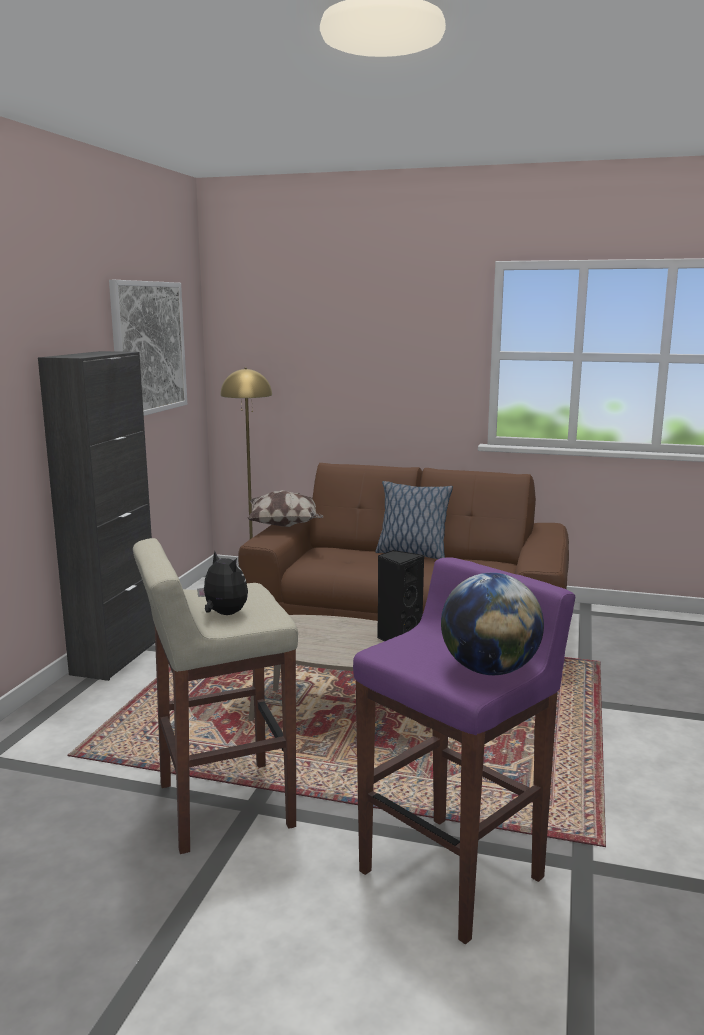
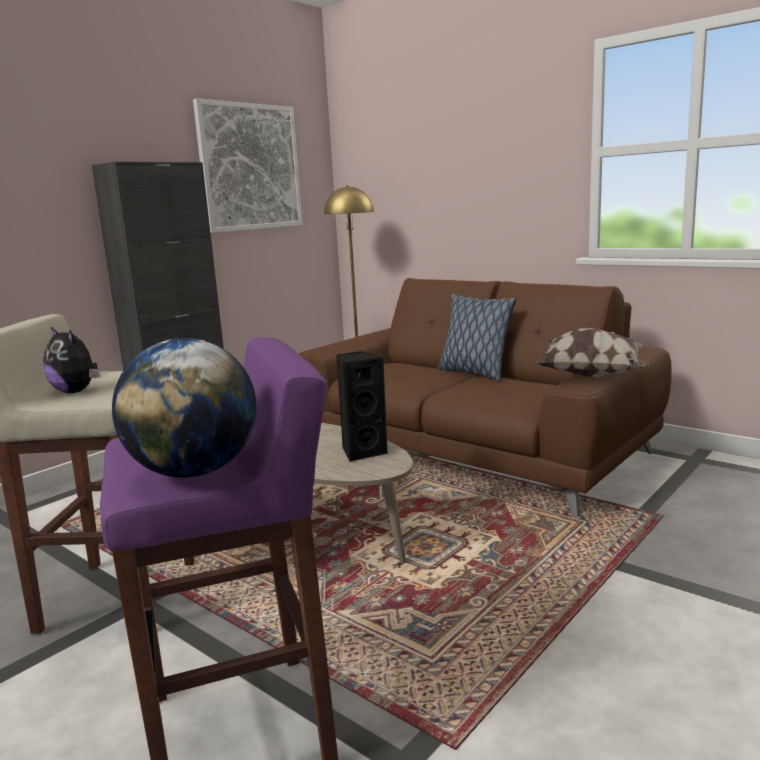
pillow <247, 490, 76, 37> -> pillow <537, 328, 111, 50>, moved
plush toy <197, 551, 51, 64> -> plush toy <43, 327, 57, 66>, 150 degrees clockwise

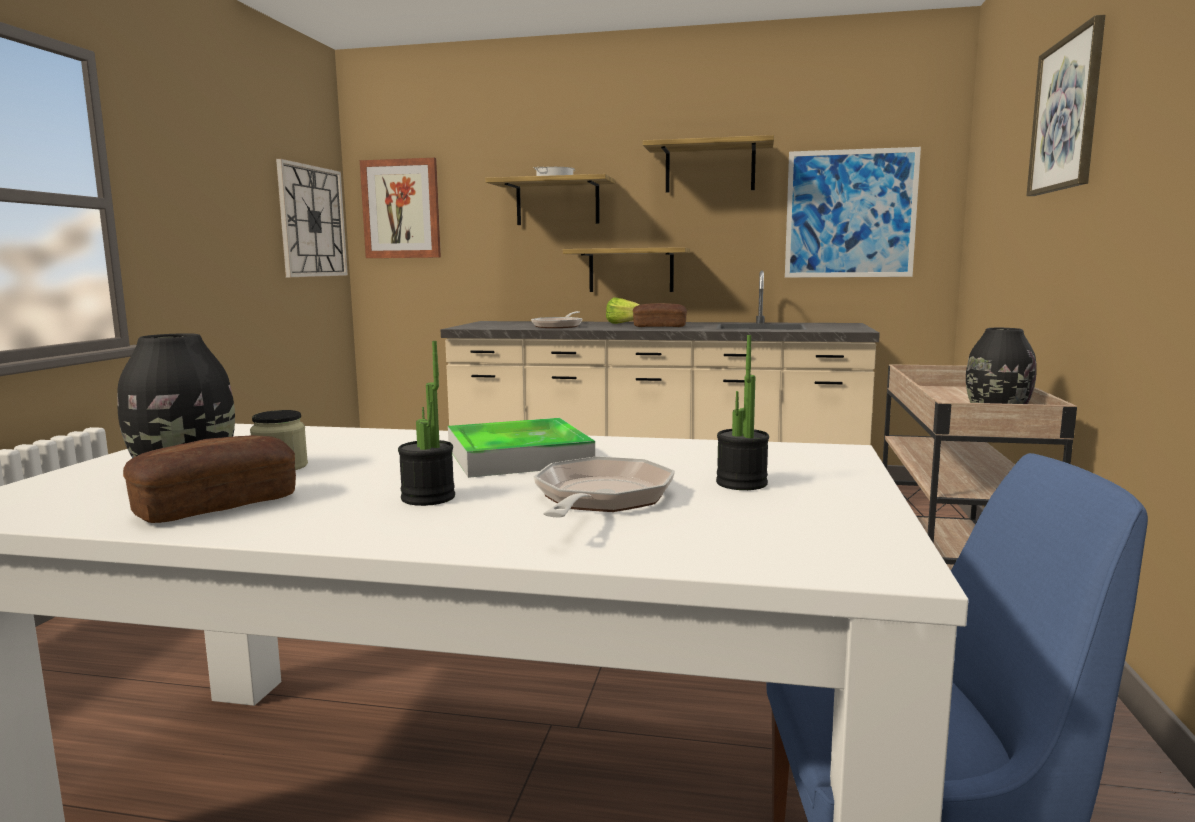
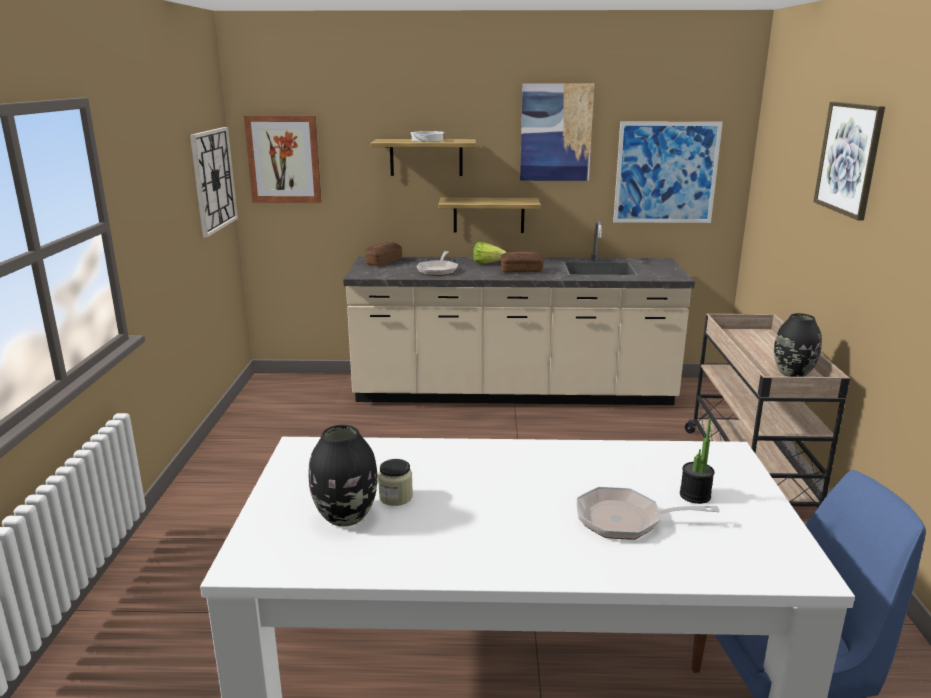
potted plant <398, 341, 57, 165> -> none
tray <448, 418, 147, 60> -> none
bread <123, 435, 173, 88> -> bread <365, 242, 37, 24>, moved
shelf <643, 135, 131, 58> -> picture <520, 83, 74, 98>
frying pan <534, 457, 141, 61> -> frying pan <577, 487, 143, 53>, 90 degrees counterclockwise

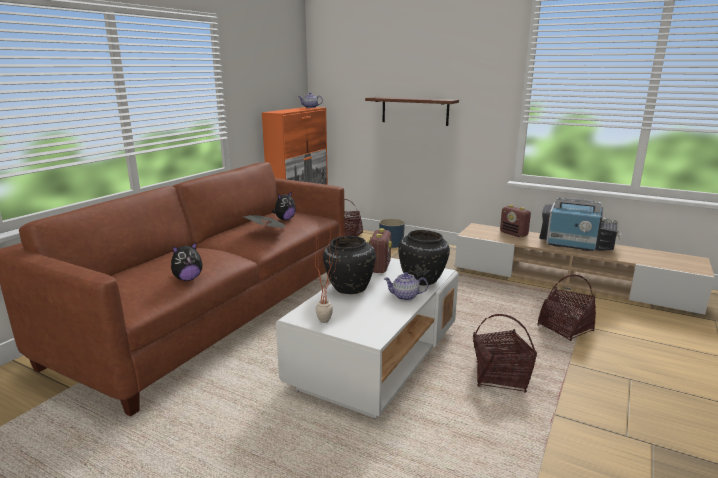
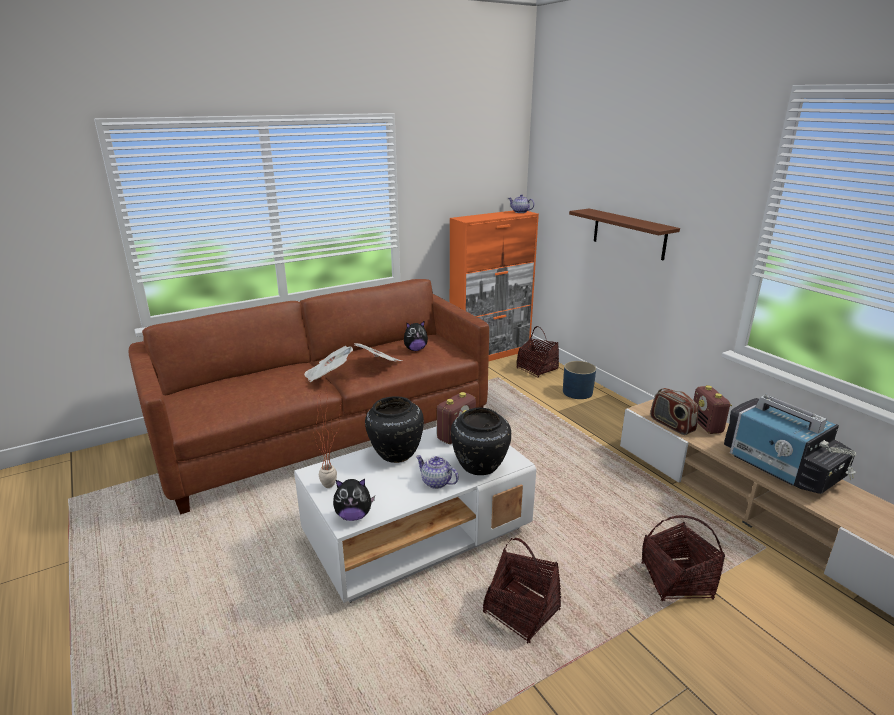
none -> newspaper <304, 346, 49, 36>
none -> radio <650, 388, 49, 47>
plush toy <171, 242, 32, 39> -> plush toy <333, 479, 42, 42>, moved

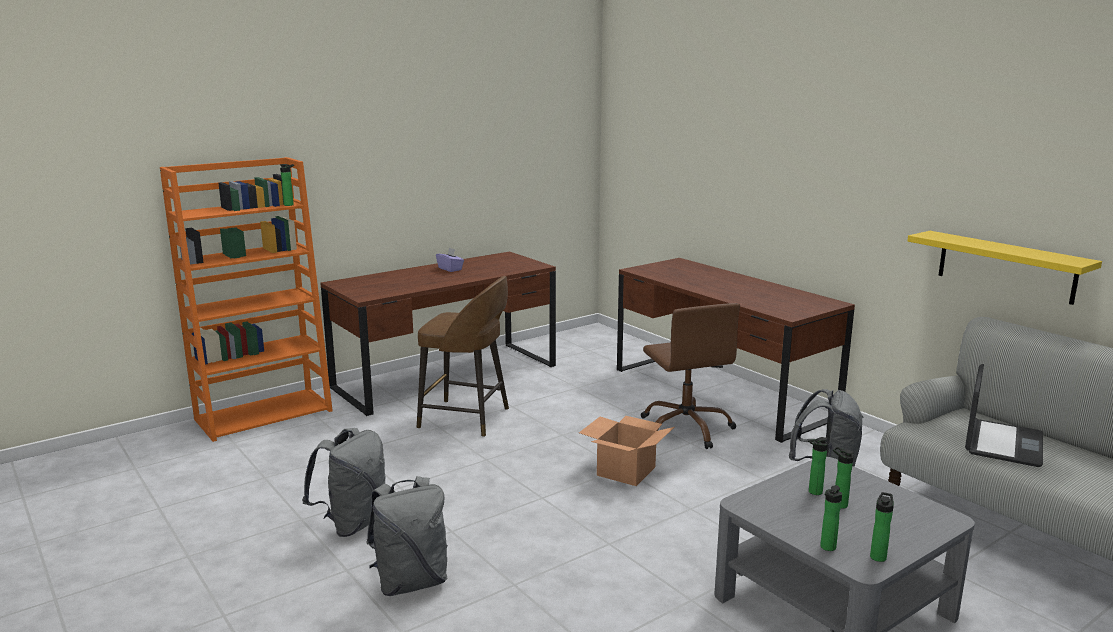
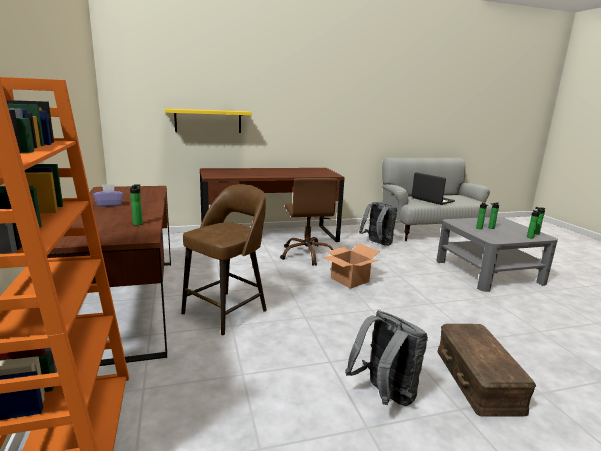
bottle <280, 164, 14, 42> -> bottle <130, 184, 13, 41>, moved
yellow shelf <907, 231, 195, 74> -> yellow shelf <165, 109, 87, 24>, moved
grey backpack <366, 476, 81, 120> -> brown storage box <438, 324, 98, 93>
brown office chair <640, 303, 100, 146> -> brown office chair <280, 178, 57, 88>, 75 degrees clockwise

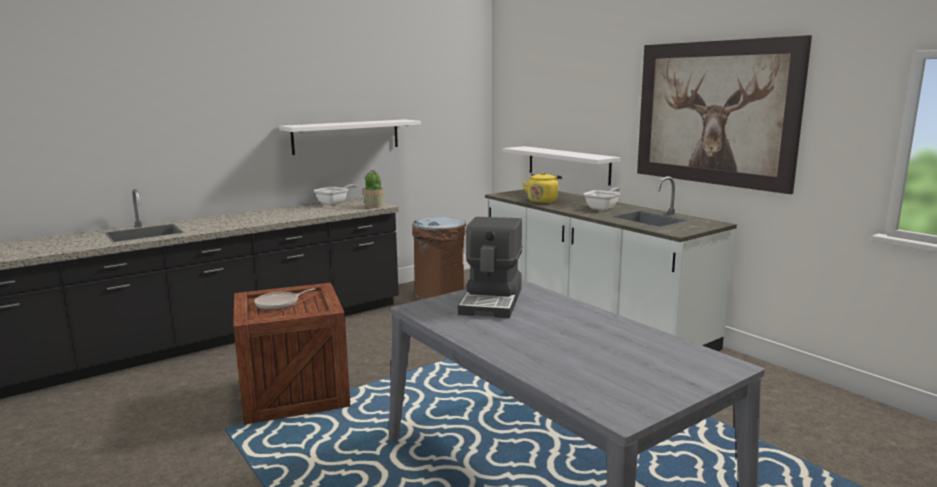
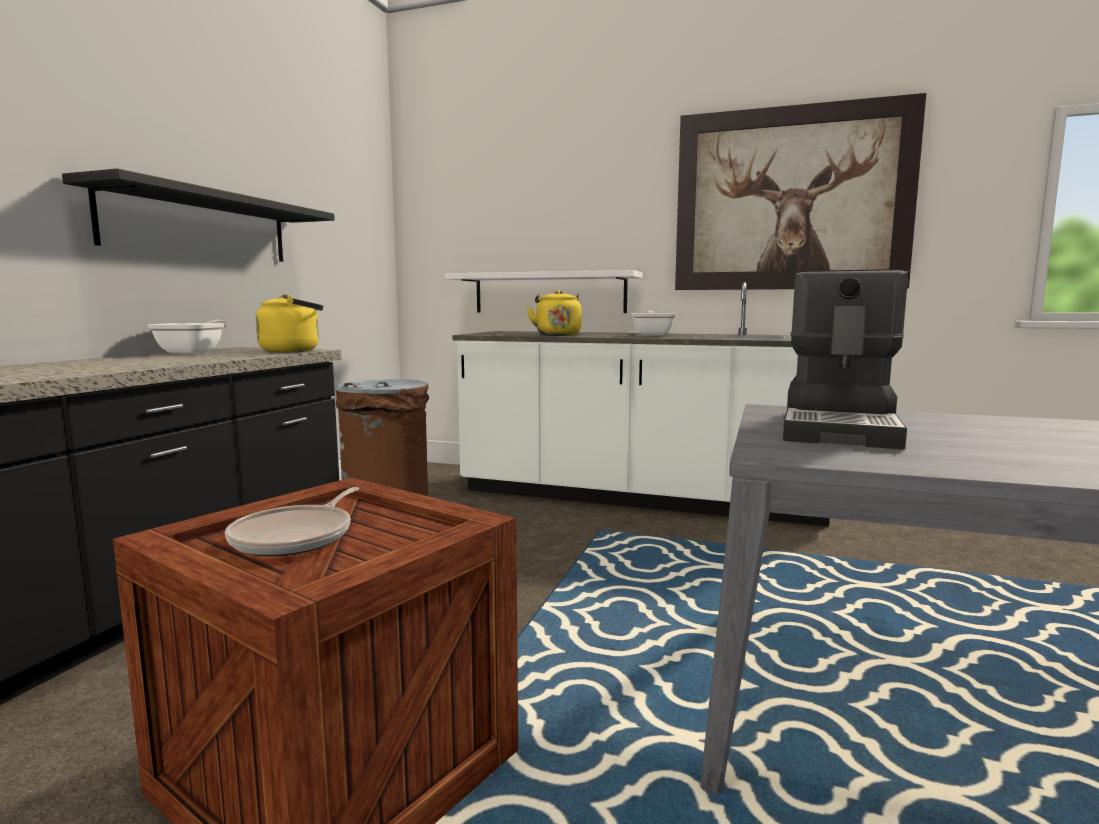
potted plant <362, 170, 23, 38> -> yellow kettle <256, 294, 67, 58>
white shelf <279, 120, 142, 35> -> black shelf <62, 168, 273, 94>
coffee machine <458, 217, 64, 101> -> coffee machine <783, 270, 125, 180>, 45 degrees clockwise

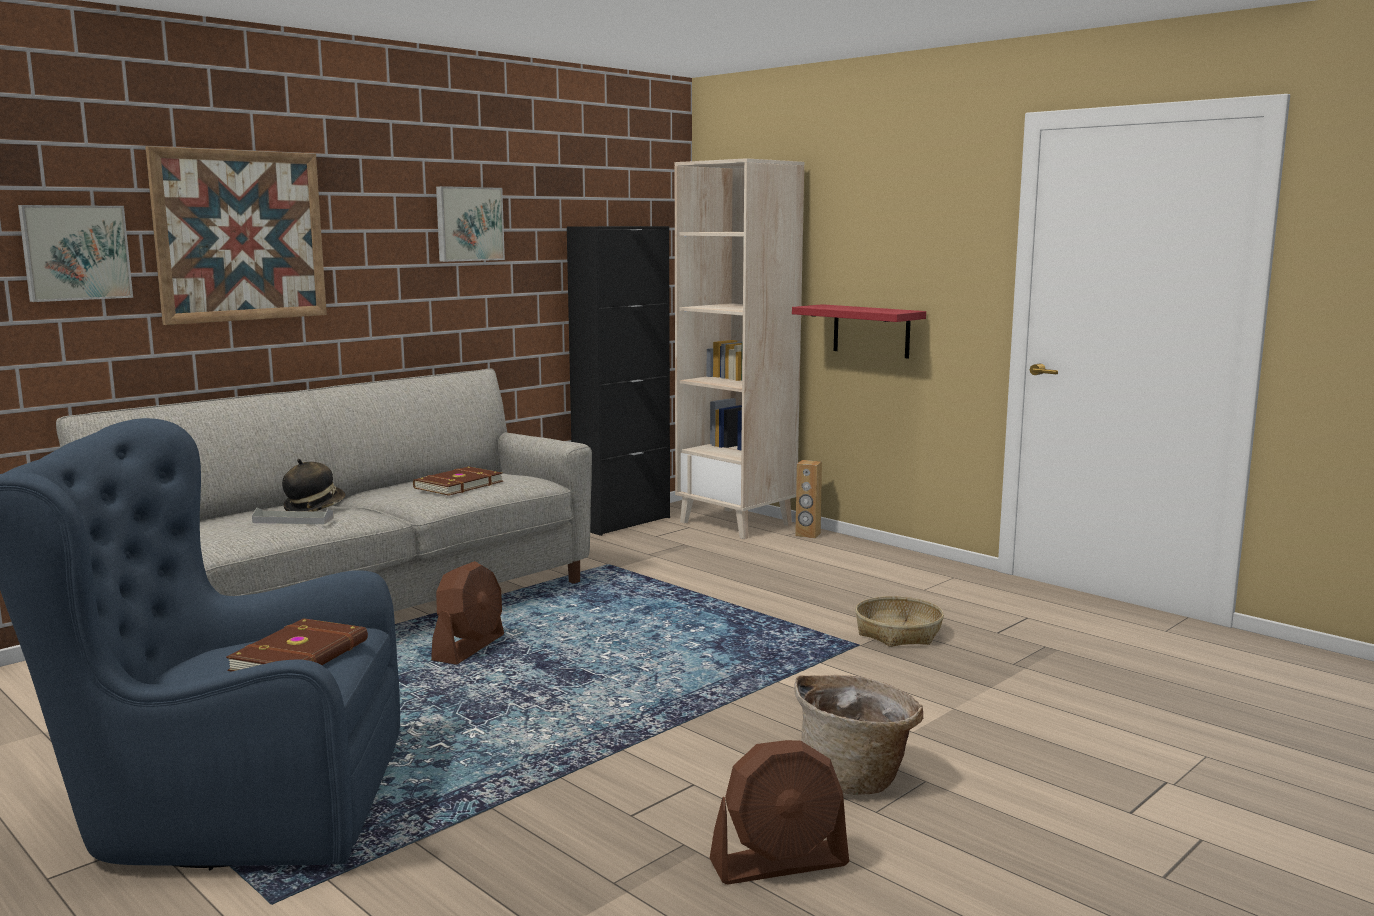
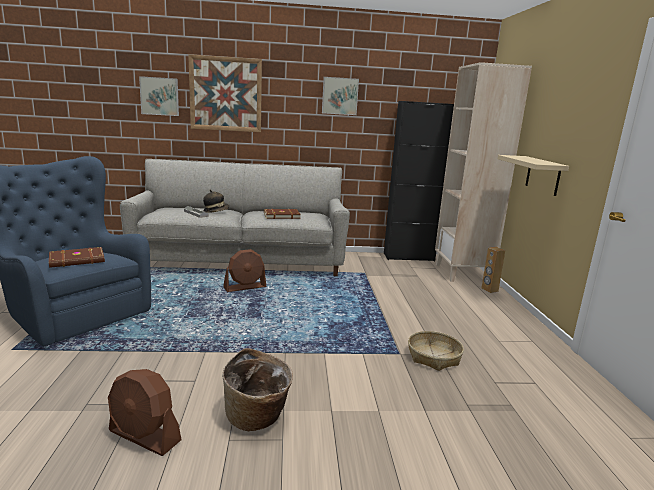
red shelf <792, 304, 134, 54> -> beige shelf <498, 155, 71, 41>

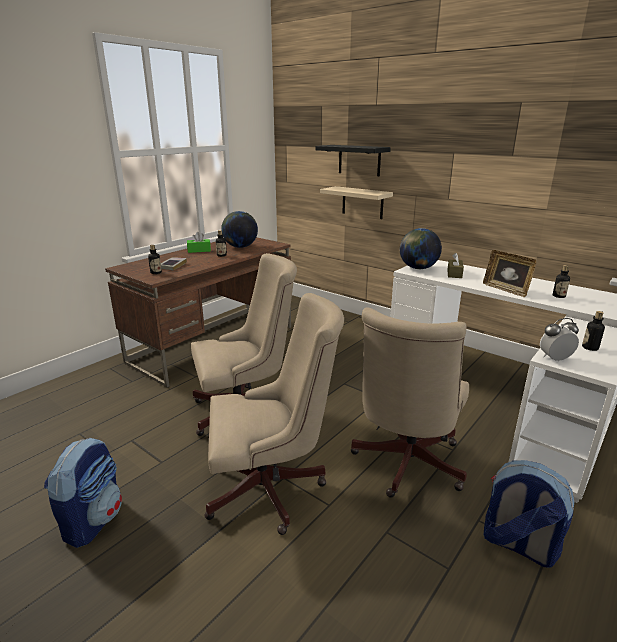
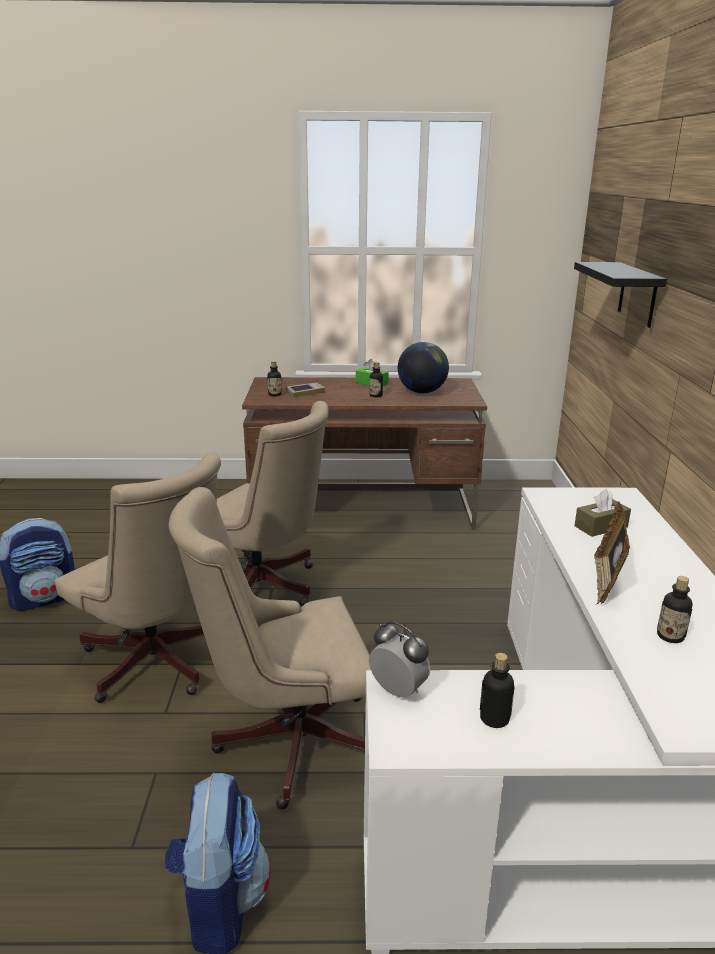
beige shelf <320, 186, 73, 33> -> none
globe <400, 228, 42, 41> -> none

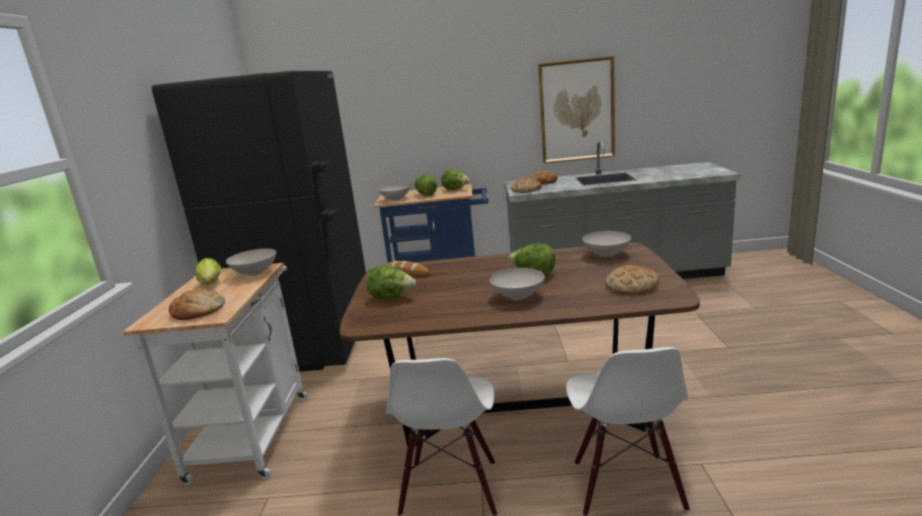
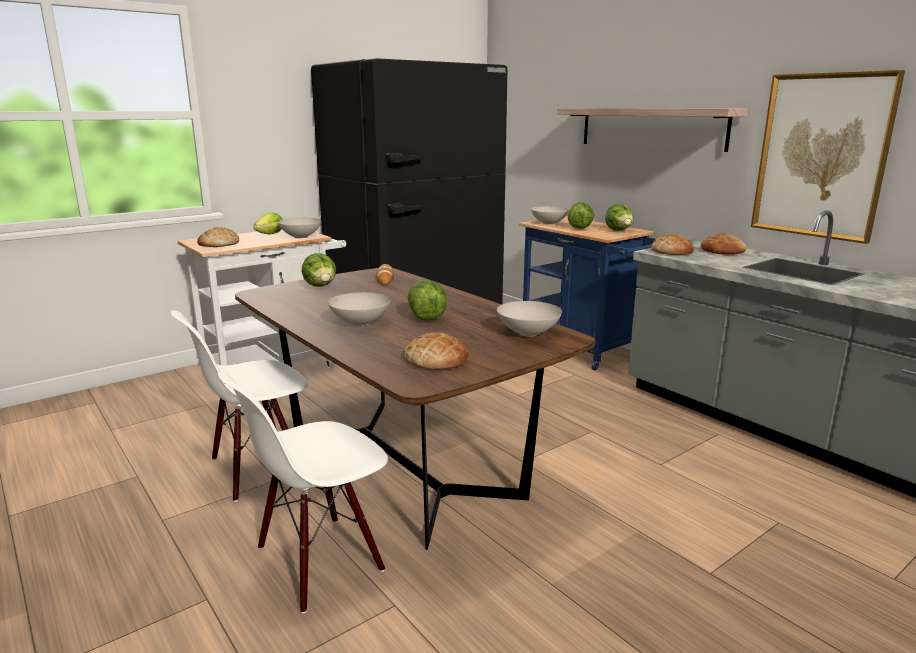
none -> shelf <557, 108, 191, 44>

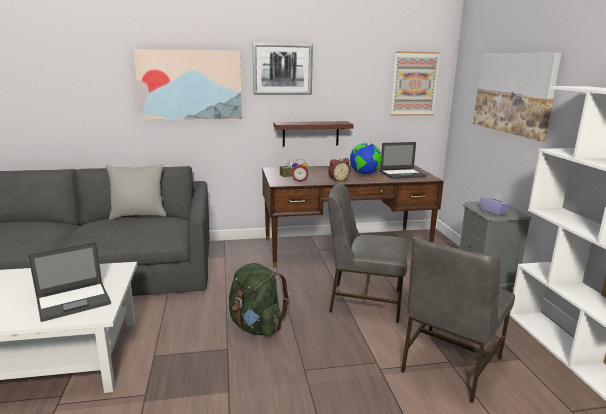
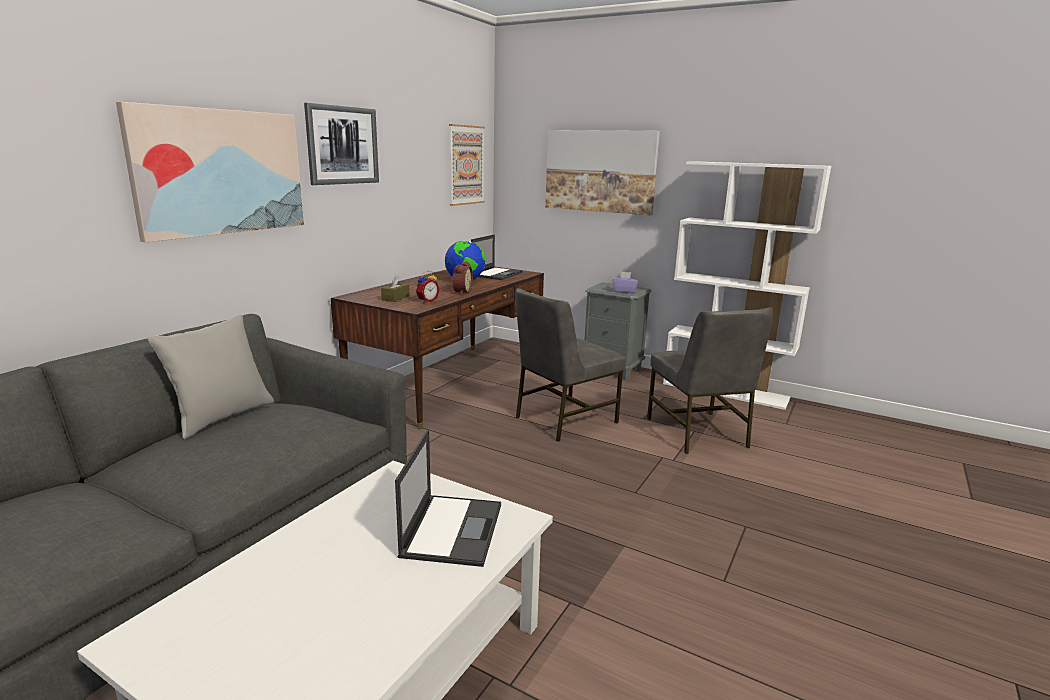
green backpack <229, 263, 61, 73> -> none
shelf <273, 121, 81, 25> -> none

